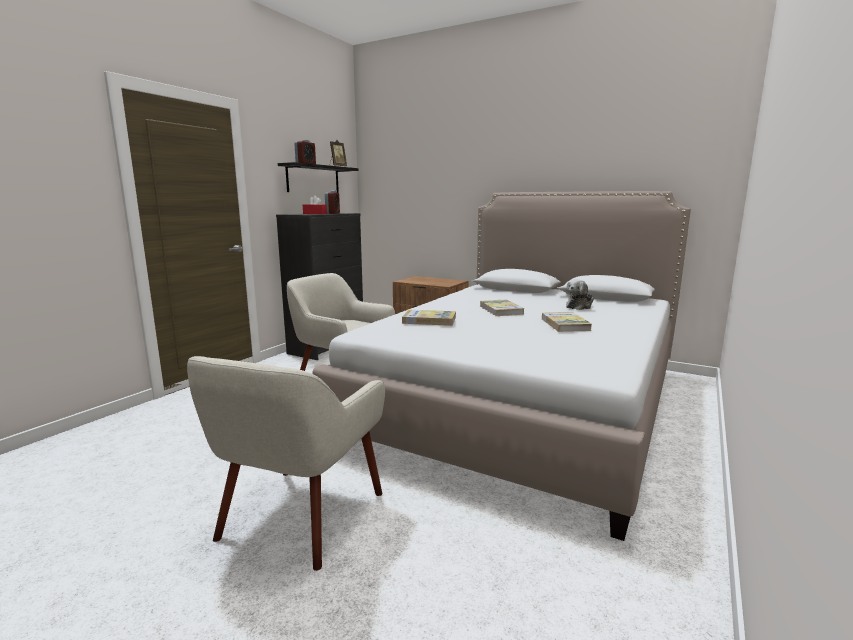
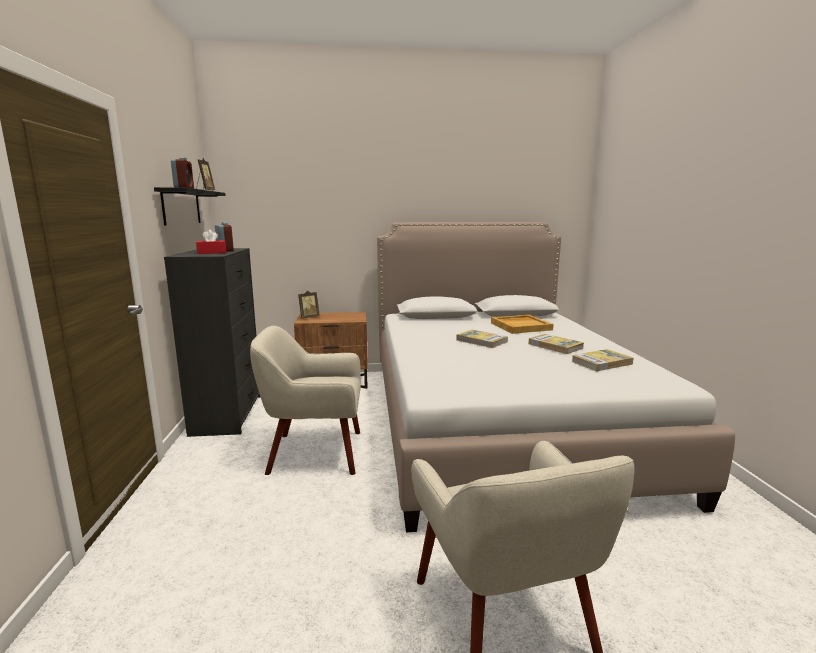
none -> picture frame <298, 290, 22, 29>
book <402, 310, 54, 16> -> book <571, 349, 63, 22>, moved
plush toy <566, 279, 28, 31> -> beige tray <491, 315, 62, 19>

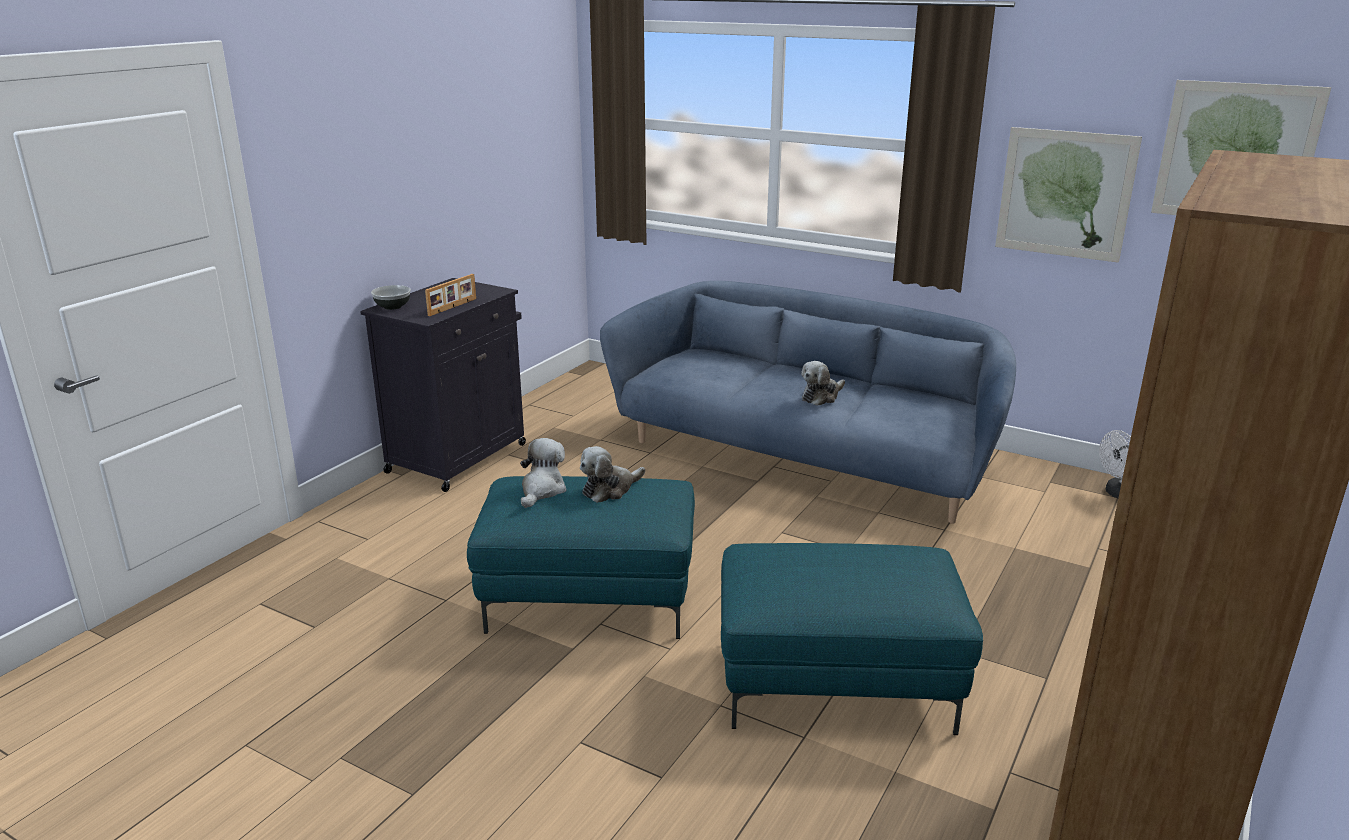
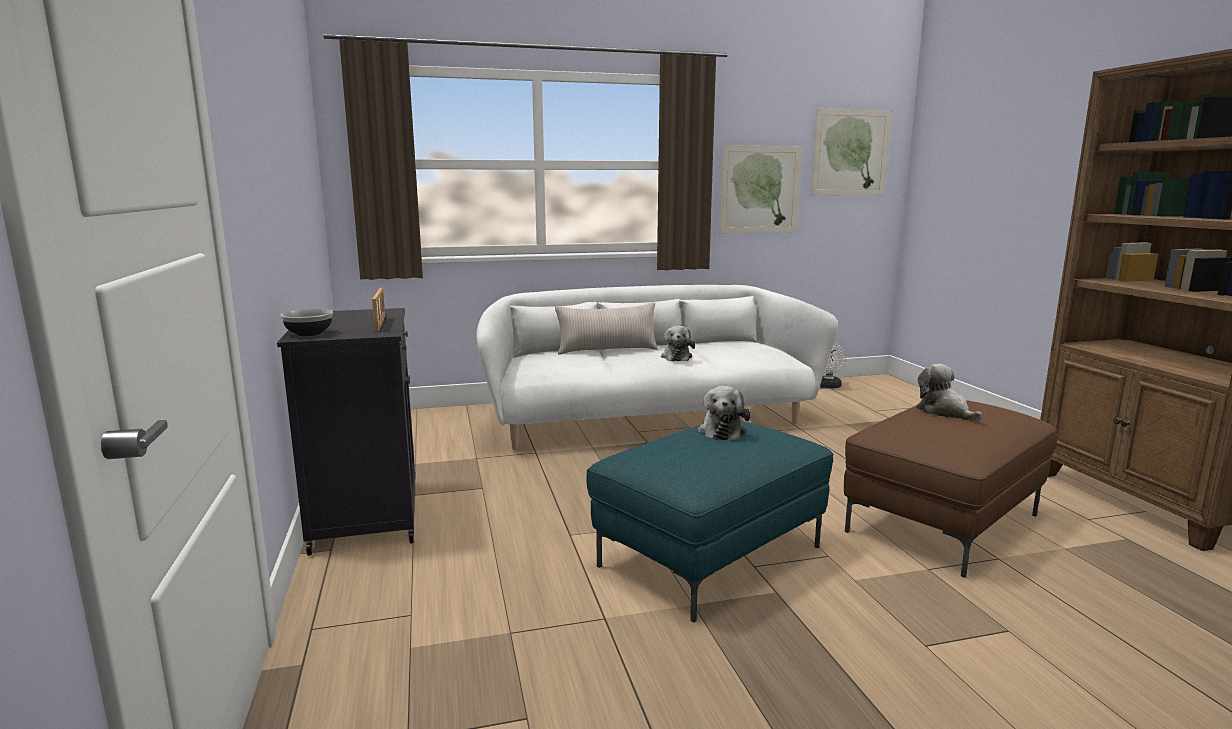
none -> beige pillow <555, 302, 103, 53>
plush toy <520, 438, 47, 70> -> plush toy <916, 364, 66, 58>, moved
blue sofa <600, 281, 416, 243> -> white sofa <476, 285, 362, 165>
turquoise ottoman <721, 543, 262, 192> -> brown ottoman <844, 400, 213, 178>

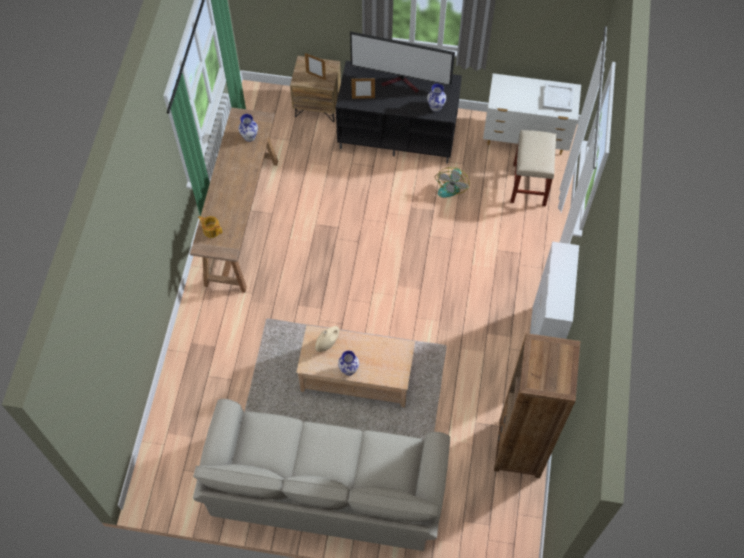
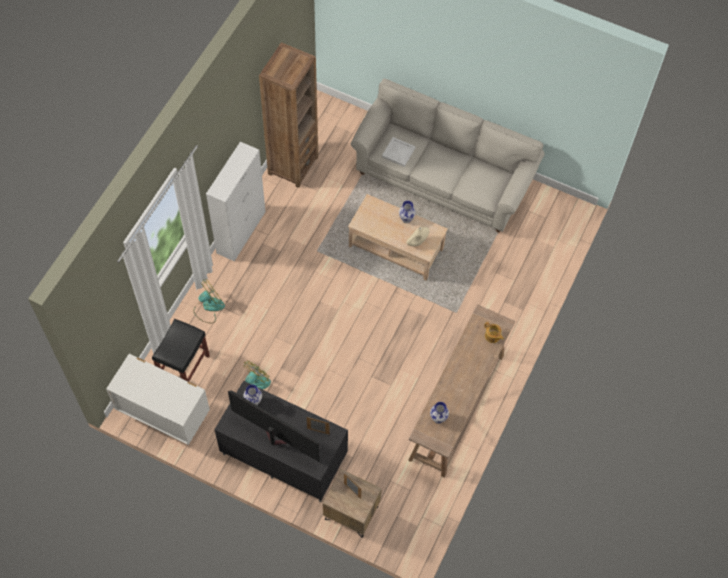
none -> fan <193, 279, 32, 44>
white tray <543, 83, 31, 29> -> white tray <382, 137, 33, 30>, moved
beige stool <510, 130, 46, 76> -> black stool <152, 319, 58, 63>

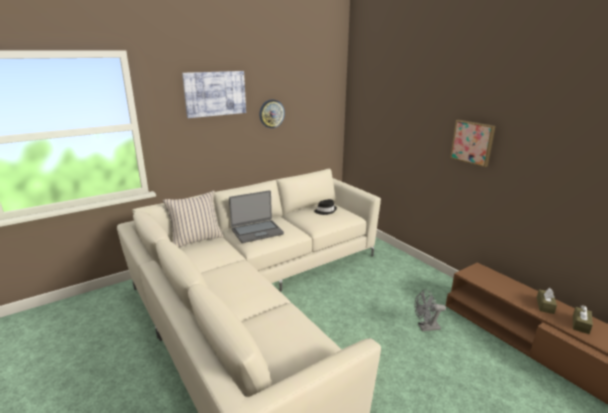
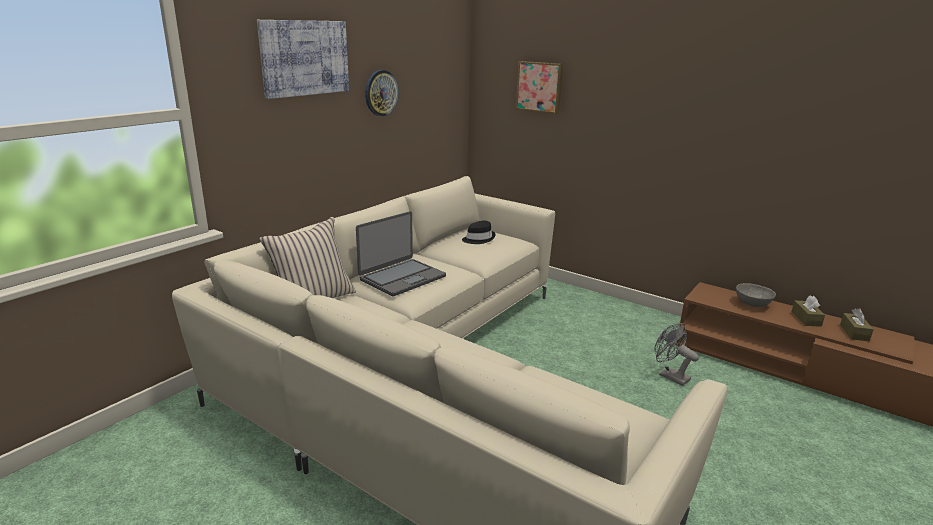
none -> grey bowl <736, 283, 40, 24>
picture <450, 120, 45, 47> -> picture <516, 61, 47, 53>, moved
grey fan <414, 289, 32, 42> -> grey fan <654, 323, 45, 63>, 75 degrees clockwise

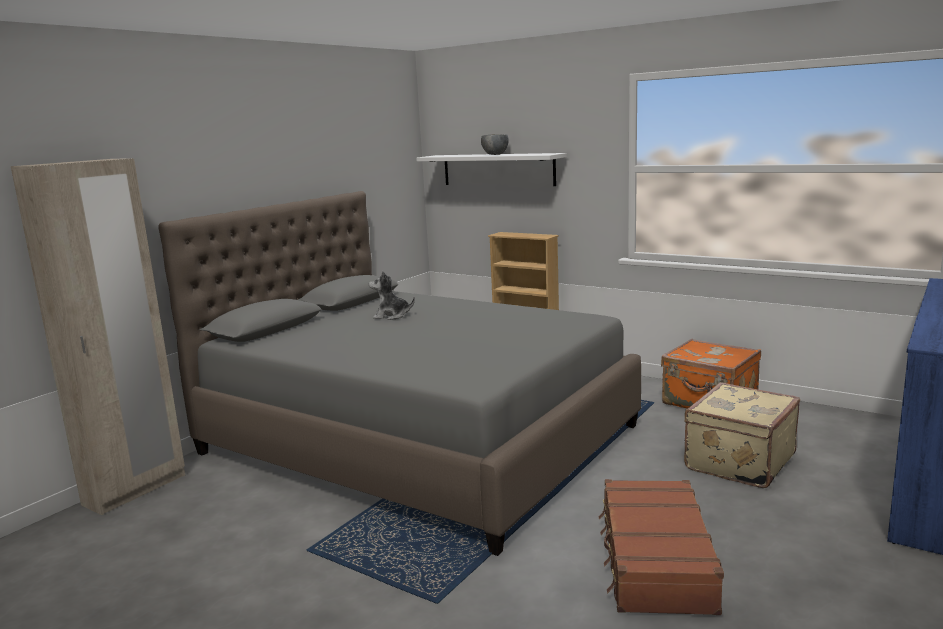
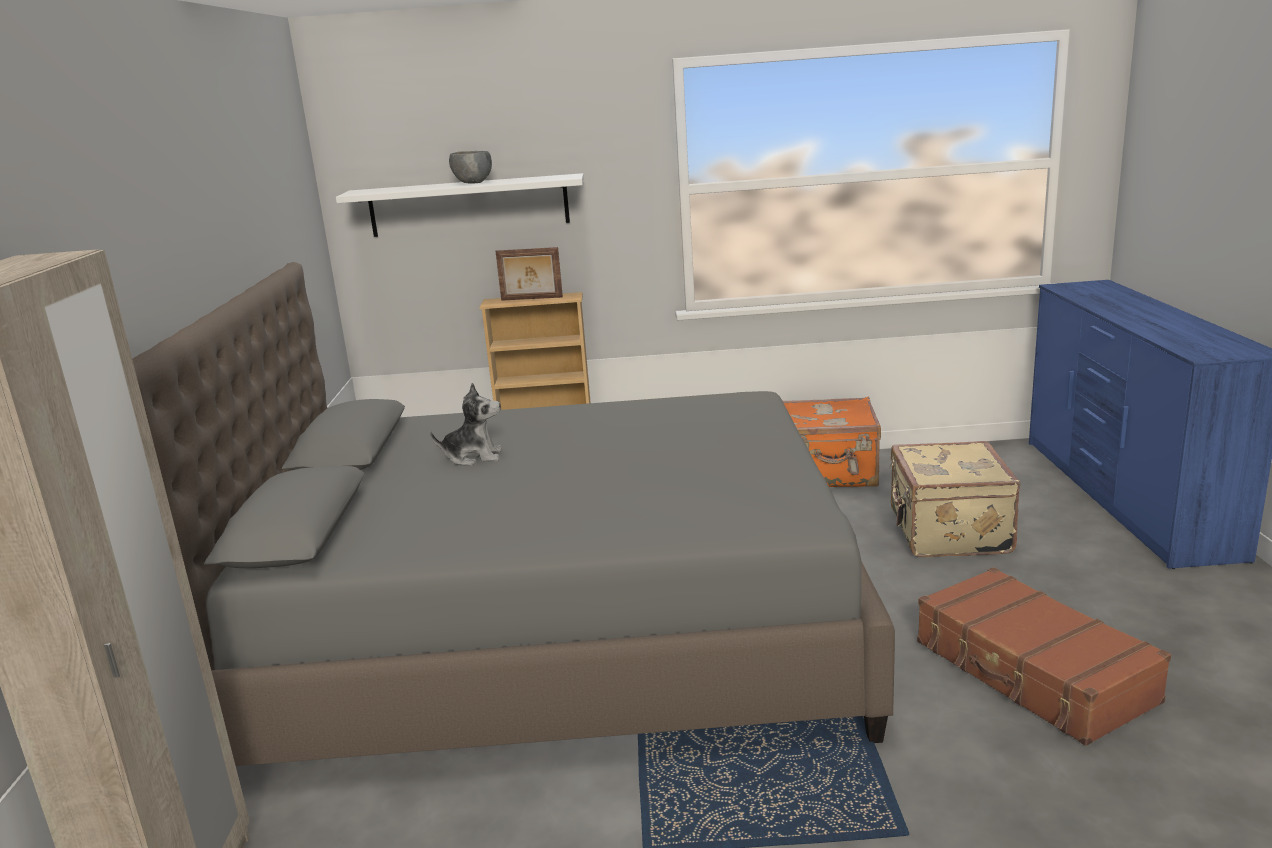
none -> picture frame <496, 247, 67, 54>
plush toy <369, 271, 46, 49> -> plush toy <430, 383, 72, 83>, 150 degrees counterclockwise

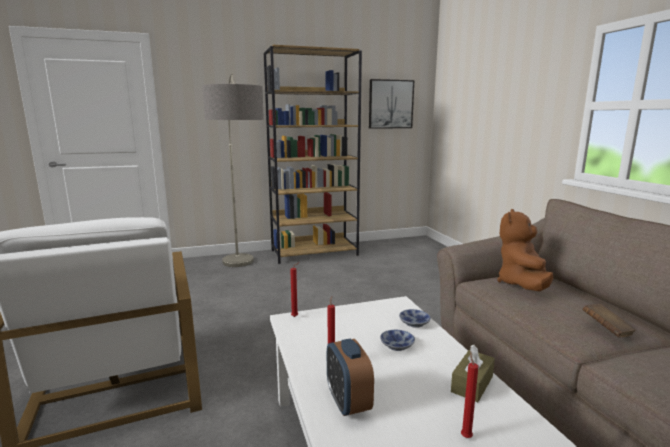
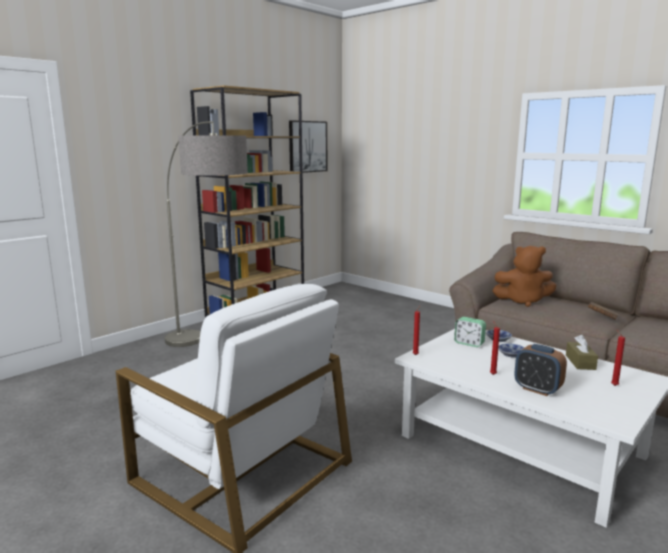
none -> alarm clock <454, 317, 32, 30>
brown plush toy <497, 209, 56, 82> -> brown plush toy <492, 246, 65, 61>, 75 degrees counterclockwise

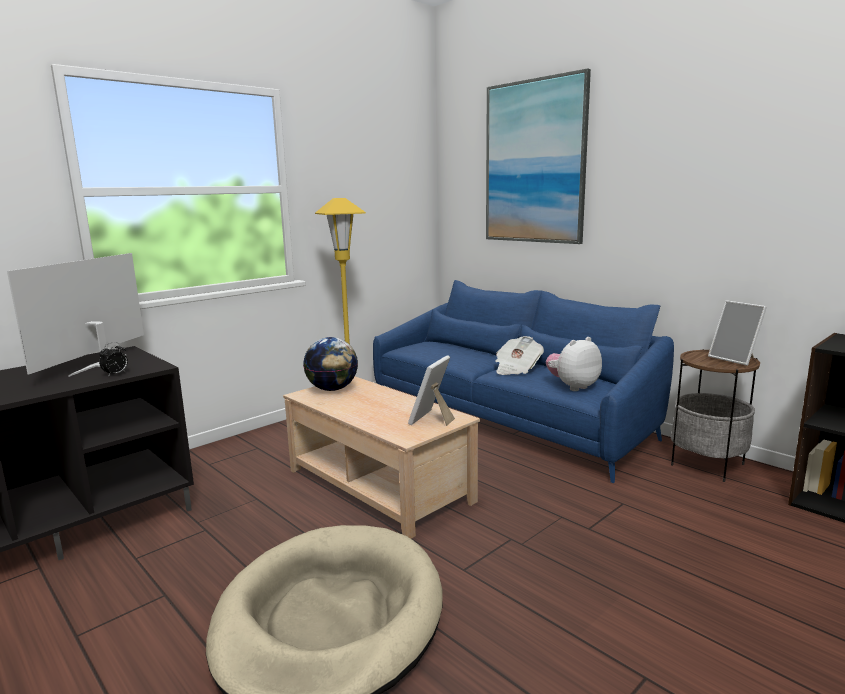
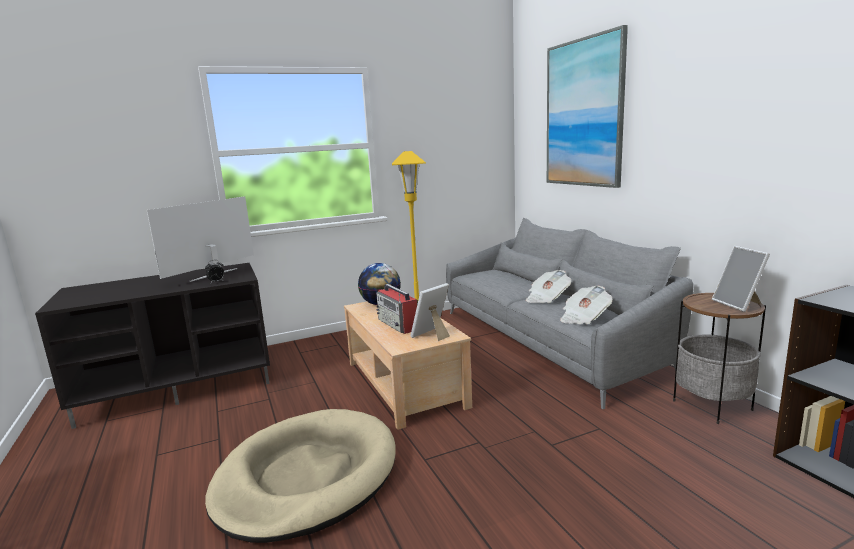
none -> radio <376, 284, 42, 50>
plush toy <546, 337, 56, 54> -> newspaper <560, 286, 52, 38>
blue sofa <373, 280, 301, 203> -> grey sofa <446, 218, 248, 191>

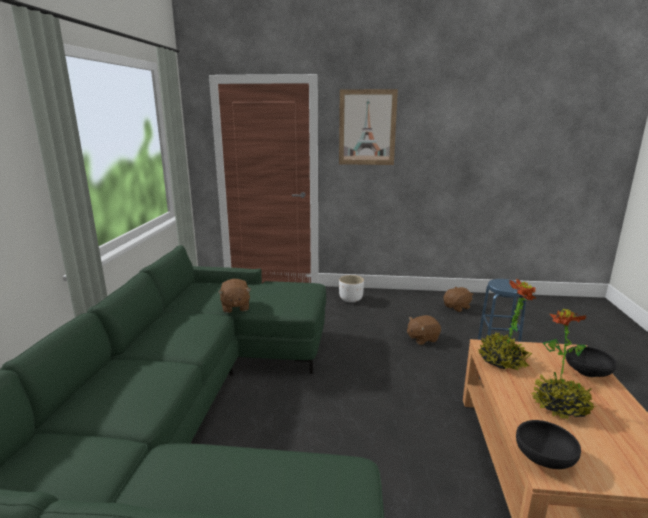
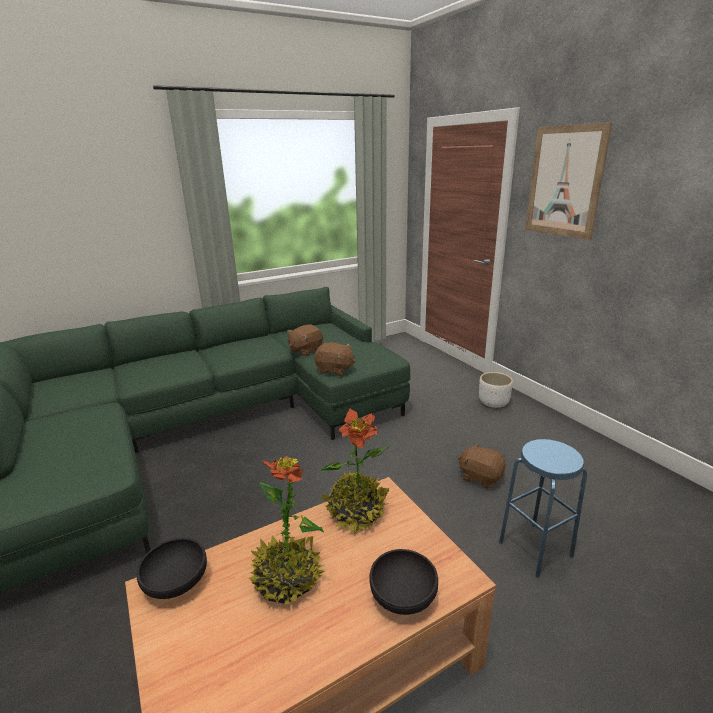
brown plush toy <444, 286, 30, 26> -> brown plush toy <314, 342, 42, 34>, moved

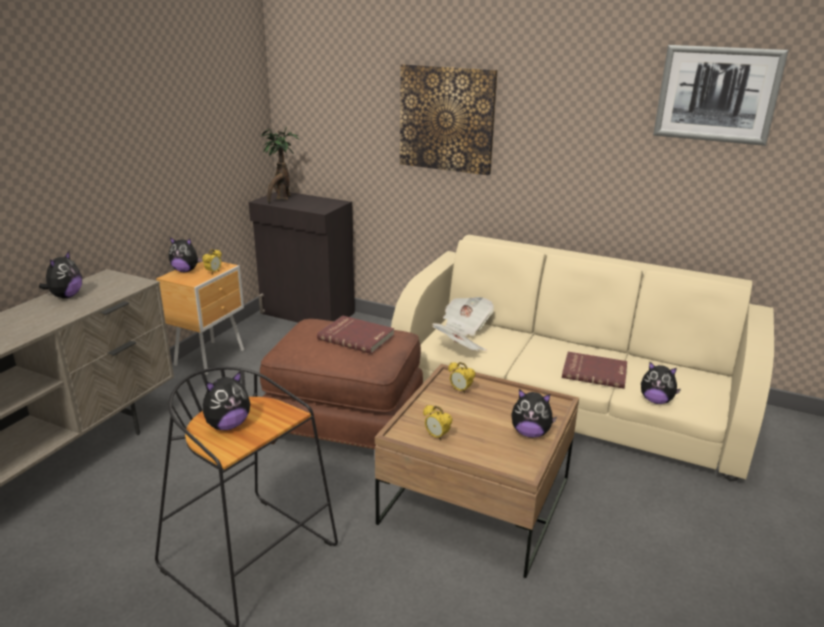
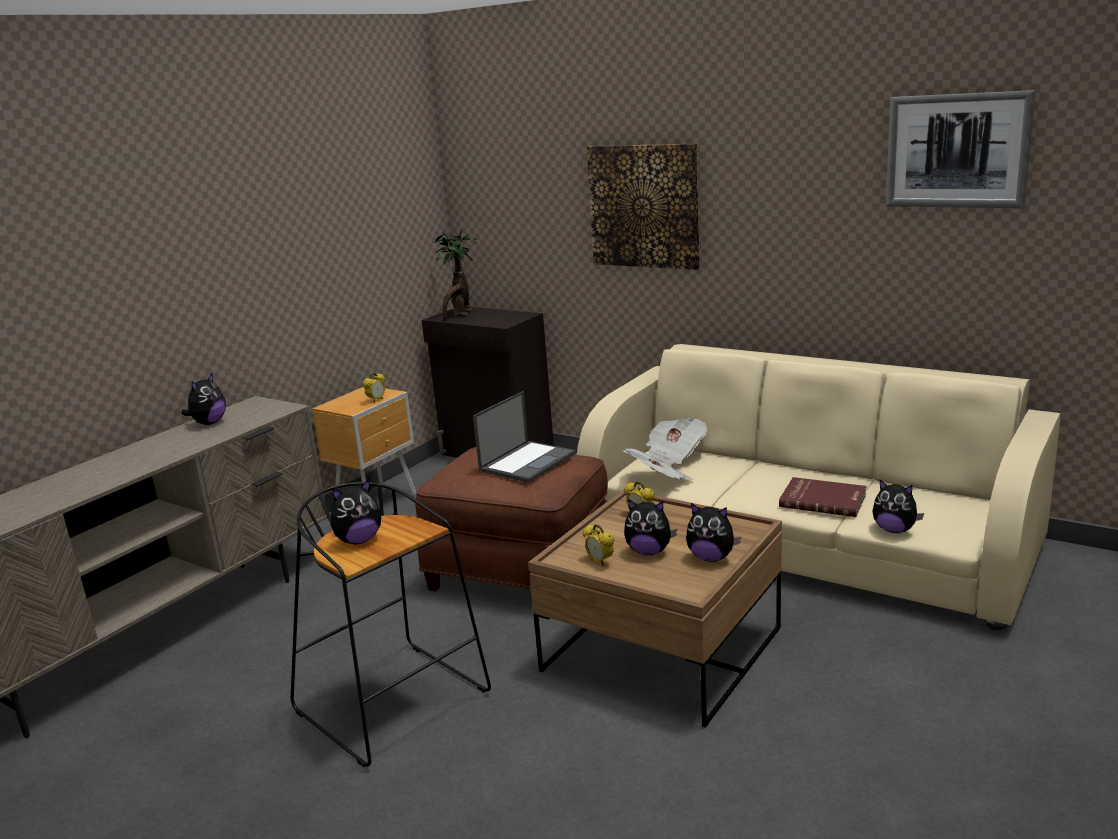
plush toy <169, 237, 34, 35> -> plush toy <624, 499, 53, 56>, moved
red book <317, 316, 77, 38> -> laptop <473, 391, 103, 92>

